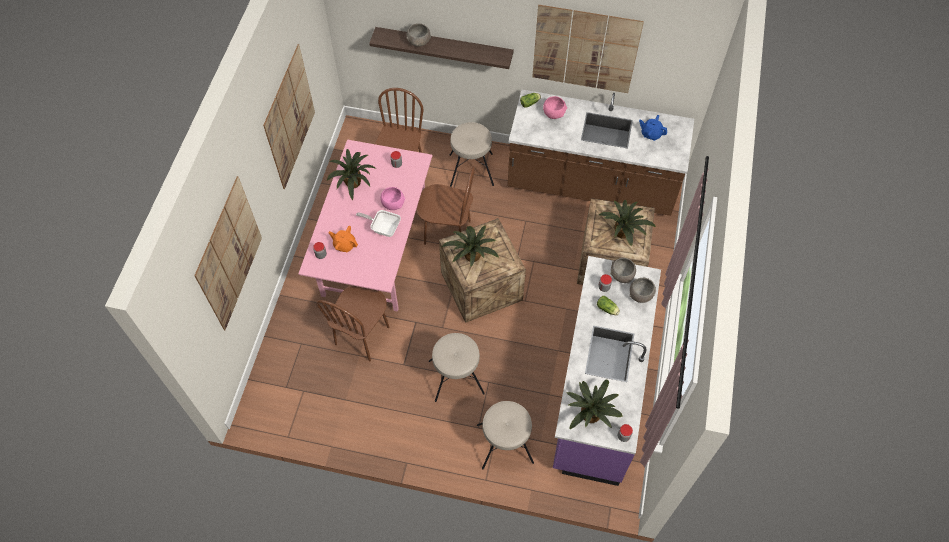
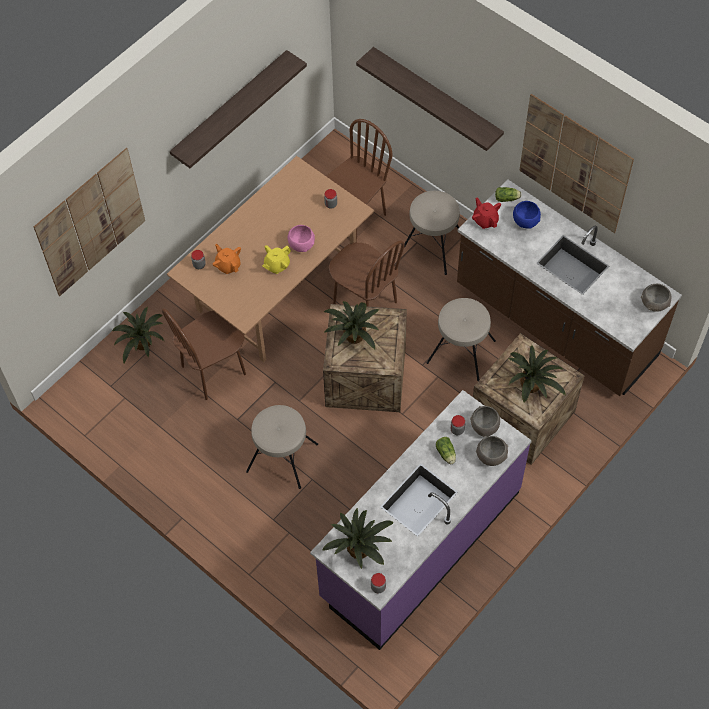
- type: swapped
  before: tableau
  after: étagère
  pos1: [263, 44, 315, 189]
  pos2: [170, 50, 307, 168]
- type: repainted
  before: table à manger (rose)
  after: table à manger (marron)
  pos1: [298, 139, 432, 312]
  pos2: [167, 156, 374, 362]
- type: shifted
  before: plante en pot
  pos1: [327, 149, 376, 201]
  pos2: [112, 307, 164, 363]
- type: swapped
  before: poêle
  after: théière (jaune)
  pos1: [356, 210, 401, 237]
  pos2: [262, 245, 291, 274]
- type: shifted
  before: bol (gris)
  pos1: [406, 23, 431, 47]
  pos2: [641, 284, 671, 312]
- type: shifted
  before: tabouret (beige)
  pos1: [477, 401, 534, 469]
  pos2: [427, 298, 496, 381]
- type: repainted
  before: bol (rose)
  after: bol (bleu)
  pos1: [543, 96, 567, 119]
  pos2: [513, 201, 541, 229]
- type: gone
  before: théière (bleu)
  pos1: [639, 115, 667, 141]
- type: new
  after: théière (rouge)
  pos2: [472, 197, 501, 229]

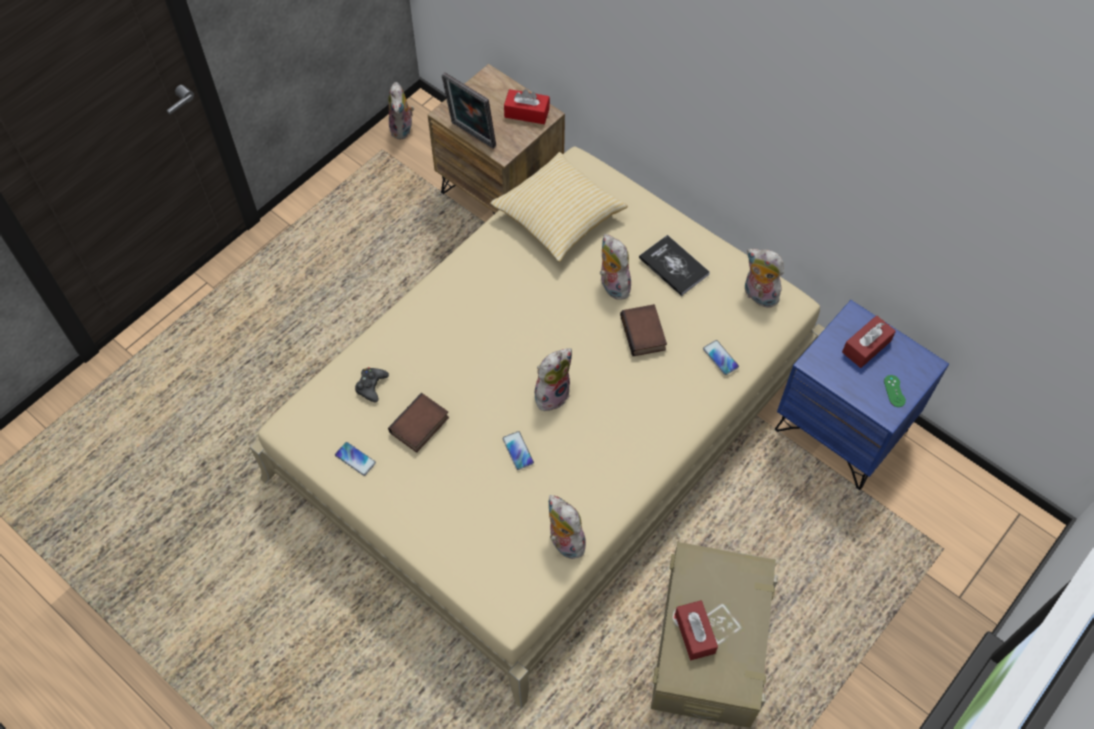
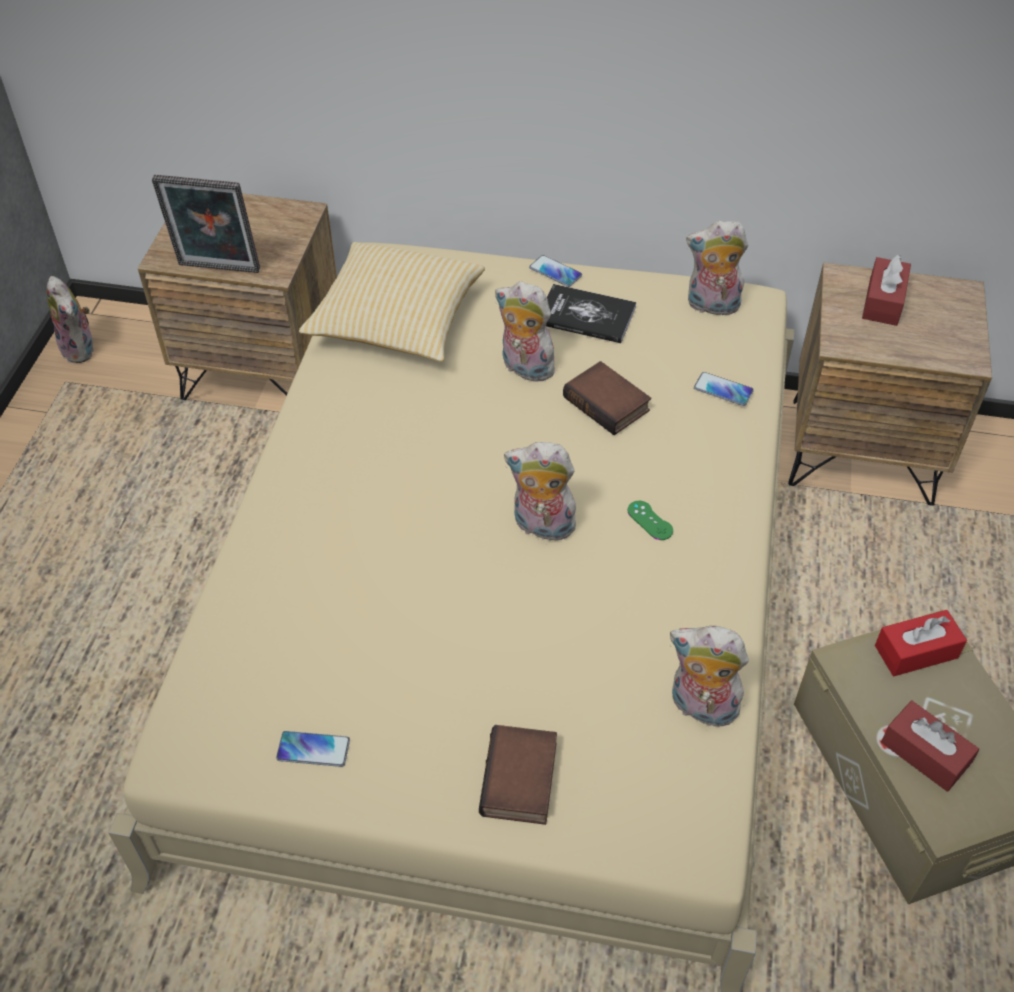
- type: gone
  before: manette (noir)
  pos1: [355, 367, 389, 403]
- type: shifted
  before: livre
  pos1: [388, 393, 449, 453]
  pos2: [479, 725, 557, 825]
- type: shifted
  before: téléphone
  pos1: [503, 431, 534, 470]
  pos2: [529, 255, 582, 287]
- type: shifted
  before: boîte à mouchoirs (rouge)
  pos1: [504, 89, 550, 124]
  pos2: [875, 610, 967, 676]
- type: rotated
  before: peluche
  pos1: [535, 348, 572, 411]
  pos2: [504, 442, 582, 541]
  turn: -90
- type: repainted
  before: table de chevet (bleu)
  after: table de chevet (marron)
  pos1: [775, 300, 949, 490]
  pos2: [789, 263, 992, 506]
- type: shifted
  before: manette (vert)
  pos1: [884, 375, 906, 407]
  pos2: [628, 501, 673, 540]

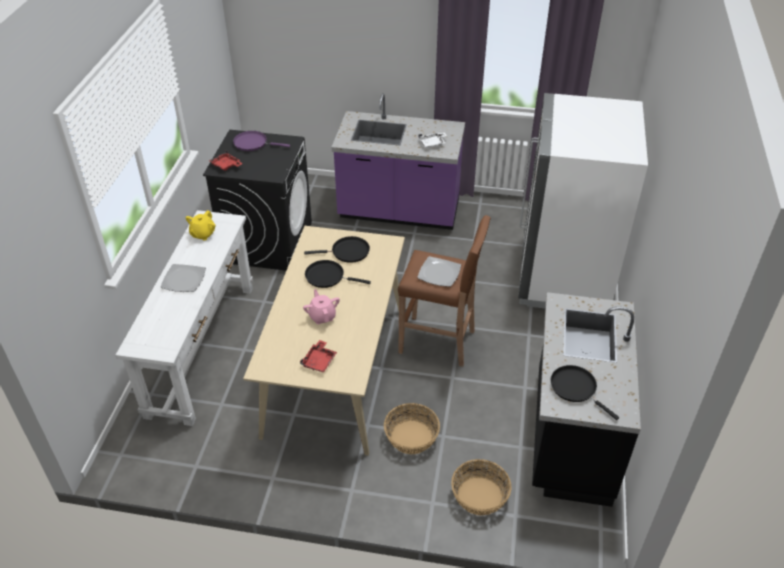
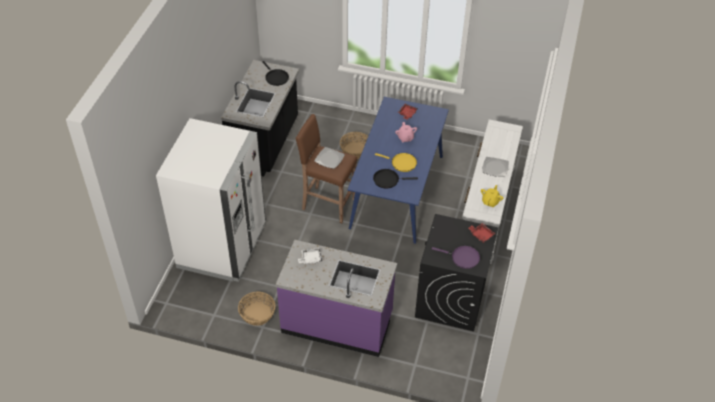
- type: repainted
  before: table à manger (beige)
  after: table à manger (bleu)
  pos1: [243, 226, 405, 456]
  pos2: [347, 97, 449, 244]
- type: repainted
  before: poêle (noir)
  after: poêle (jaune)
  pos1: [305, 260, 371, 288]
  pos2: [375, 153, 417, 172]
- type: shifted
  before: panier
  pos1: [451, 459, 512, 516]
  pos2: [238, 292, 275, 326]

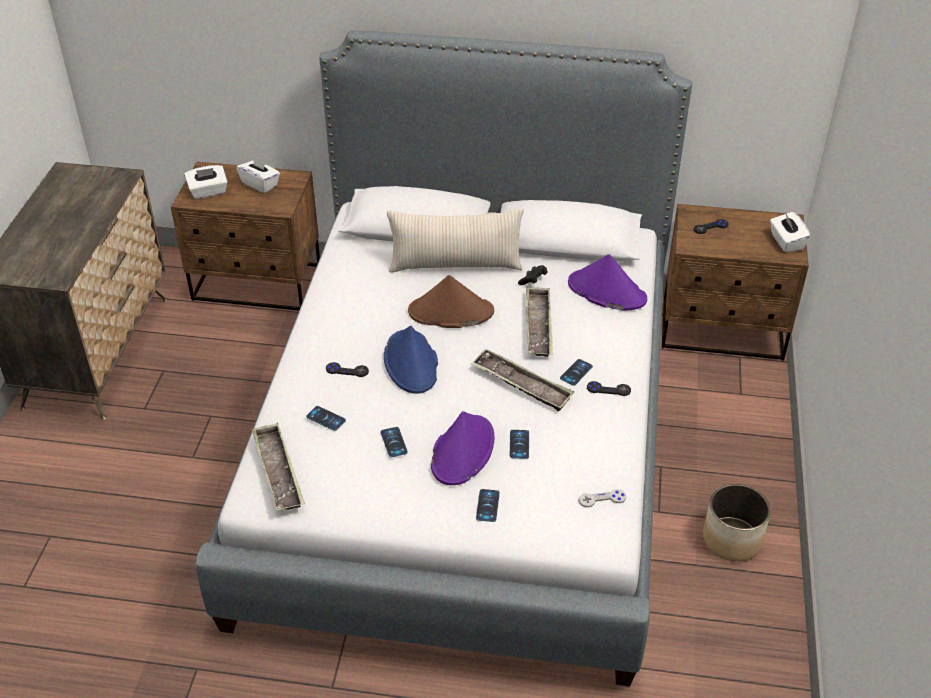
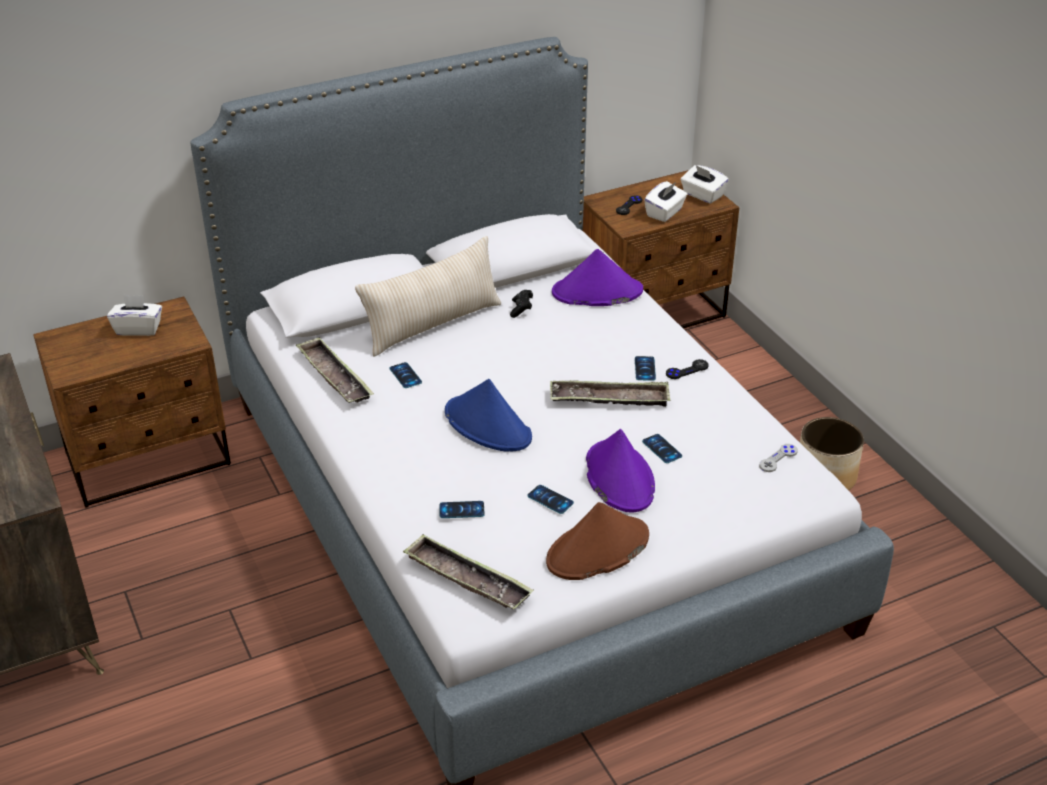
- type: shifted
  before: boîte à mouchoirs (blanc)
  pos1: [184, 165, 227, 199]
  pos2: [644, 181, 687, 222]
- type: gone
  before: manette (noir)
  pos1: [326, 362, 369, 377]
- type: shifted
  before: chapeau (marron)
  pos1: [408, 275, 494, 328]
  pos2: [546, 502, 649, 580]
- type: shifted
  before: téléphone
  pos1: [476, 489, 500, 522]
  pos2: [390, 362, 422, 388]
- type: shifted
  before: plateau
  pos1: [526, 287, 553, 357]
  pos2: [296, 337, 374, 403]

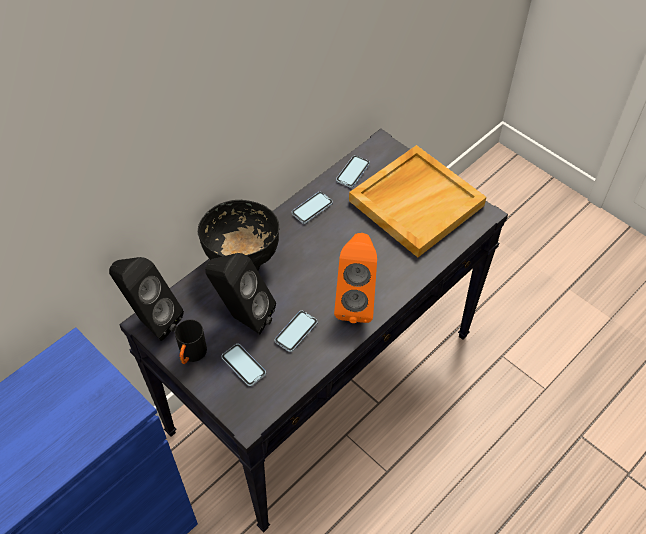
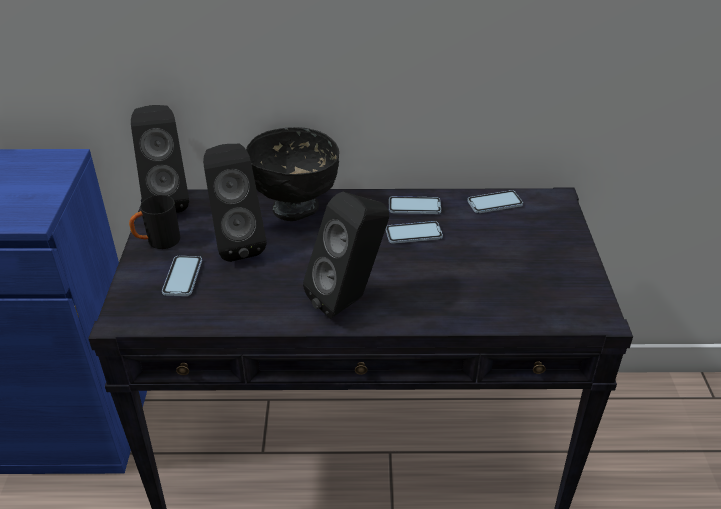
- type: shifted
  before: téléphone
  pos1: [275, 311, 318, 352]
  pos2: [386, 221, 443, 244]
- type: repainted
  before: enceinte (orange)
  after: enceinte (noir)
  pos1: [334, 233, 377, 323]
  pos2: [303, 192, 389, 319]
- type: gone
  before: plateau (beige)
  pos1: [349, 145, 486, 258]

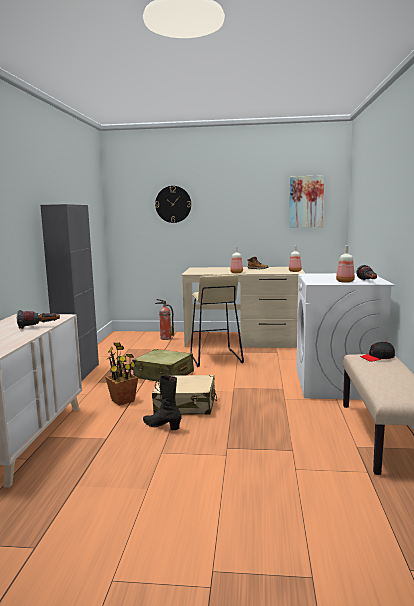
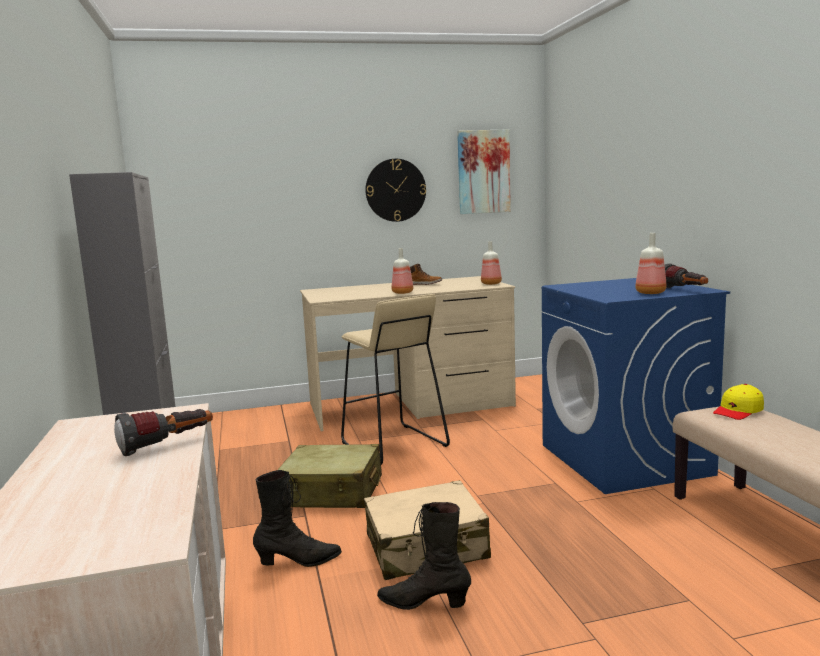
- type: swapped
  before: plante en pot
  after: botte (noir)
  pos1: [105, 343, 138, 406]
  pos2: [253, 470, 342, 567]
- type: shifted
  before: horloge murale
  pos1: [155, 186, 191, 223]
  pos2: [365, 159, 426, 222]
- type: gone
  before: extincteur
  pos1: [155, 299, 174, 340]
- type: repainted
  before: lave-linge (blanc)
  after: lave-linge (bleu)
  pos1: [296, 273, 394, 400]
  pos2: [542, 278, 730, 494]
- type: repainted
  before: casquette (noir)
  after: casquette (jaune)
  pos1: [360, 341, 395, 362]
  pos2: [713, 384, 764, 420]

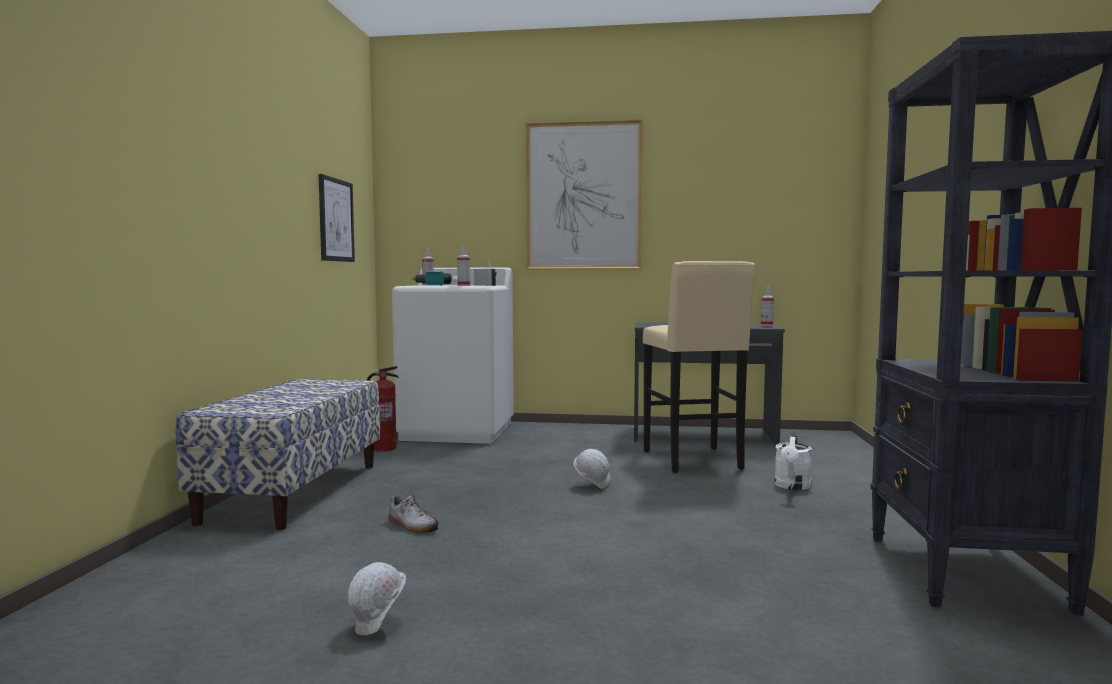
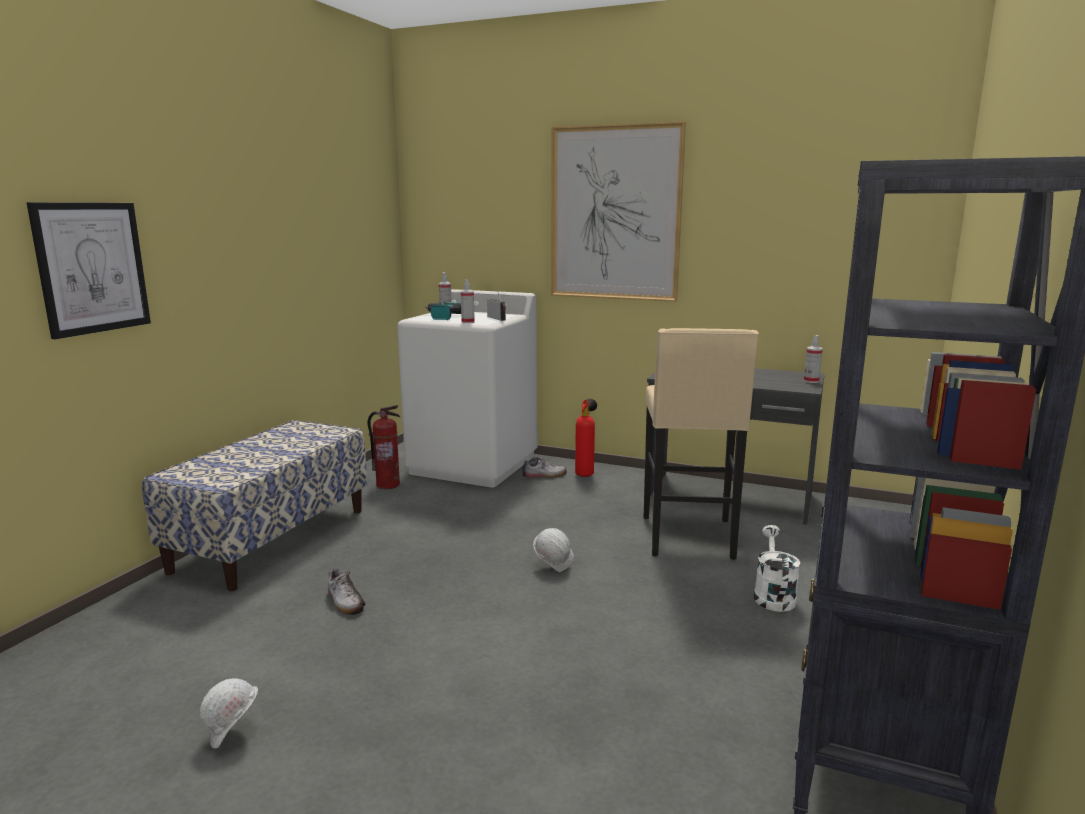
- type: shifted
  before: tableau
  pos1: [319, 174, 355, 262]
  pos2: [27, 202, 151, 339]
- type: rotated
  before: arrosoir (blanc)
  pos1: [774, 433, 812, 490]
  pos2: [754, 525, 800, 612]
  turn: 150
- type: new
  after: chaussure
  pos2: [522, 457, 567, 478]
- type: new
  after: extincteur
  pos2: [575, 399, 597, 477]

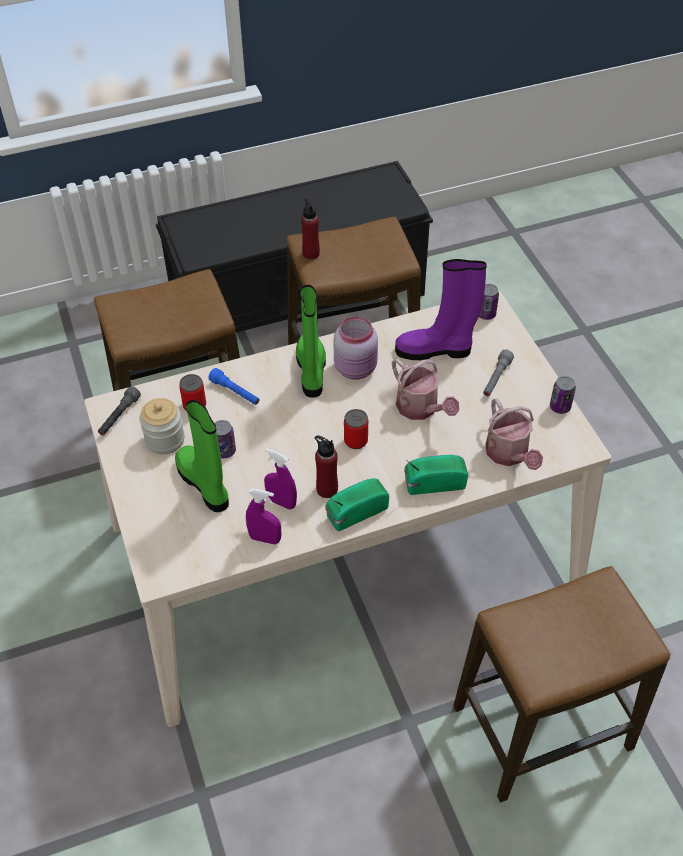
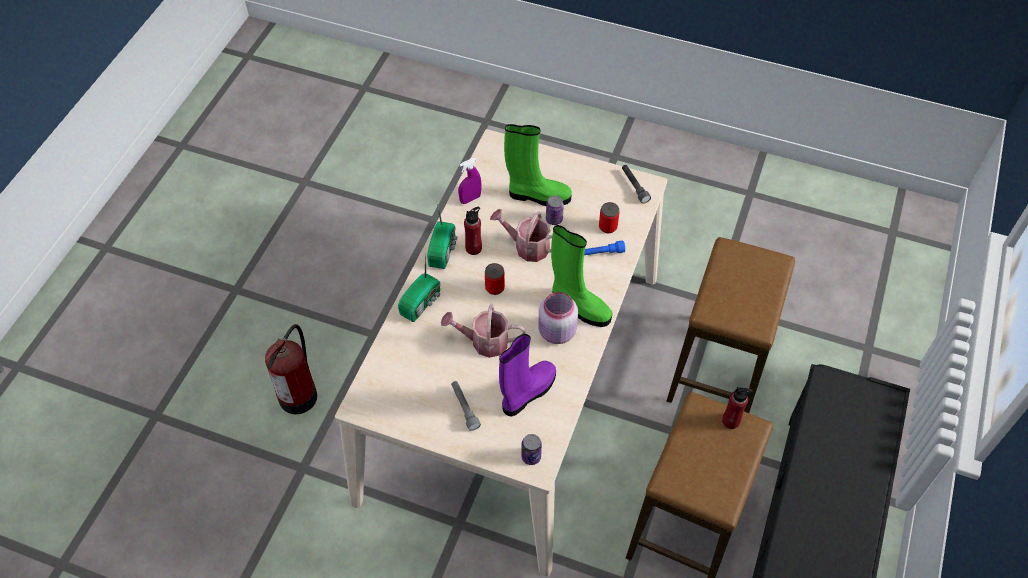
- type: gone
  before: bocal
  pos1: [140, 398, 185, 454]
- type: gone
  before: vaporisateur (violet)
  pos1: [264, 448, 297, 510]
- type: swapped
  before: tabouret
  after: extincteur
  pos1: [453, 566, 670, 803]
  pos2: [265, 324, 317, 414]
- type: shifted
  before: arrosoir
  pos1: [486, 398, 543, 470]
  pos2: [490, 209, 552, 262]
- type: gone
  before: boîte métallique
  pos1: [550, 376, 576, 414]

